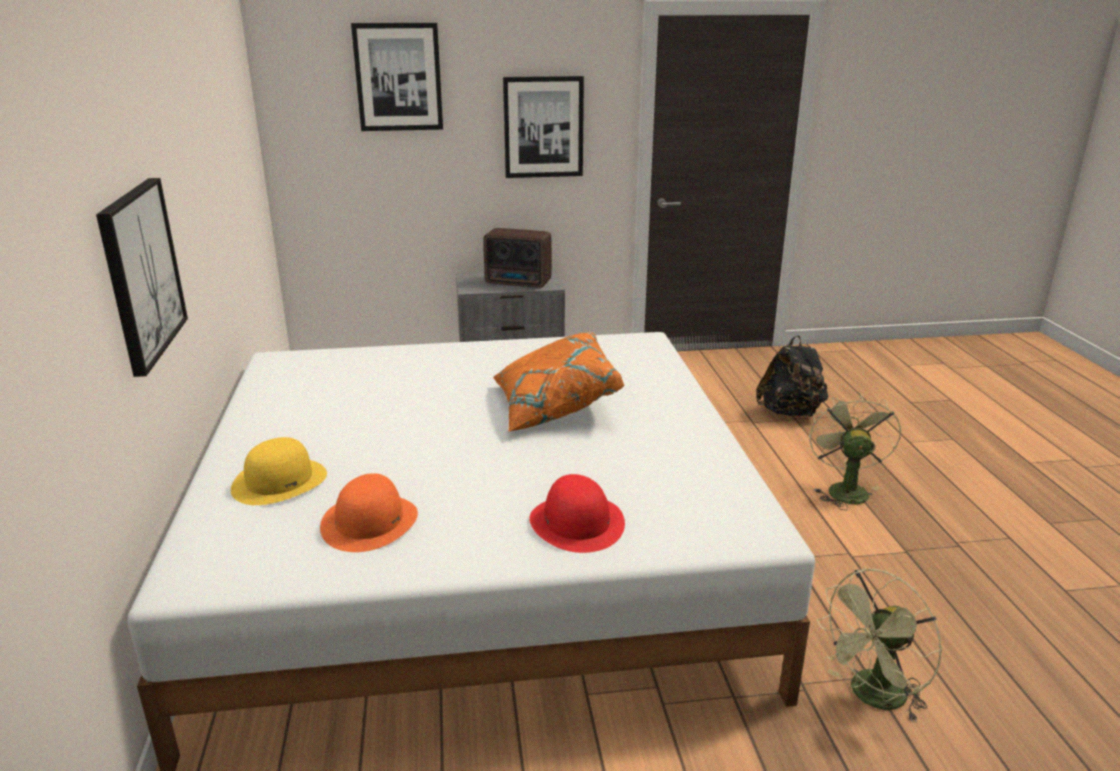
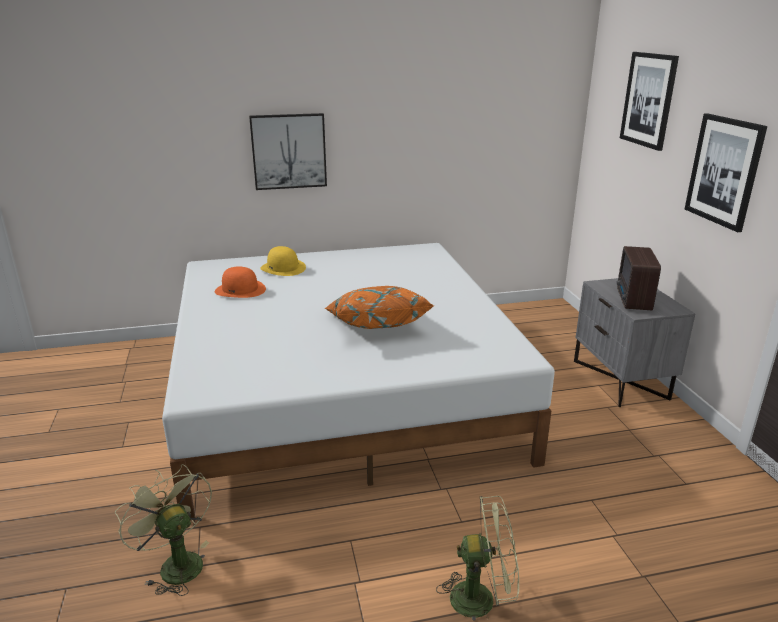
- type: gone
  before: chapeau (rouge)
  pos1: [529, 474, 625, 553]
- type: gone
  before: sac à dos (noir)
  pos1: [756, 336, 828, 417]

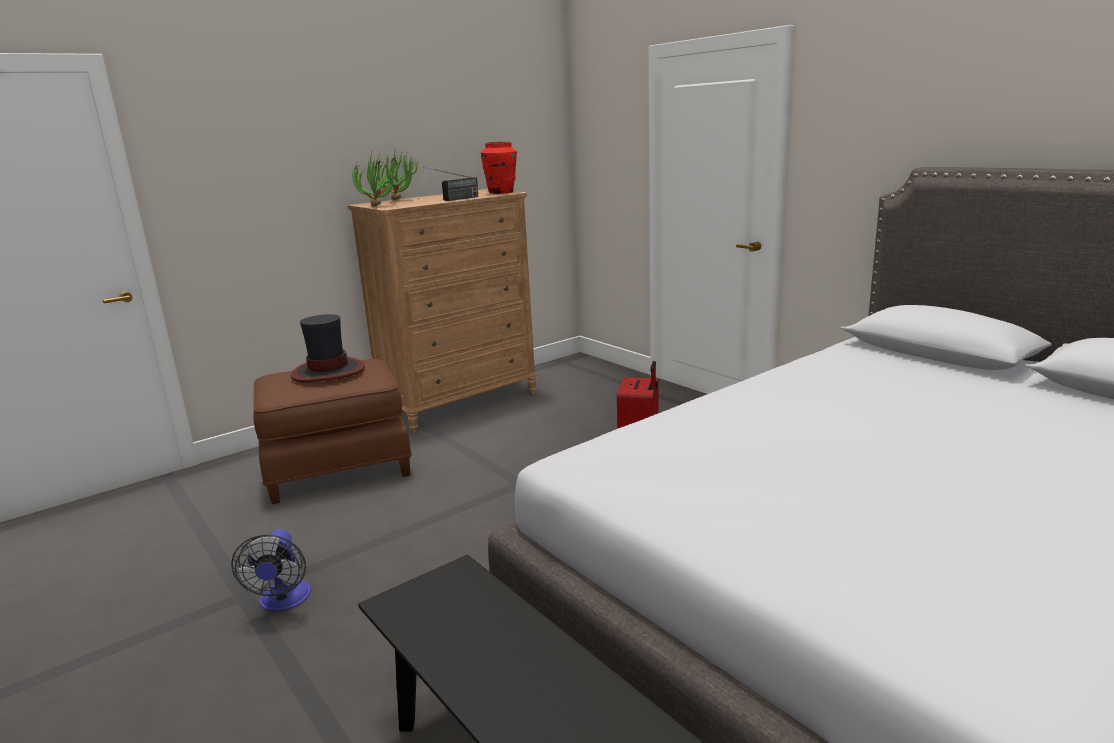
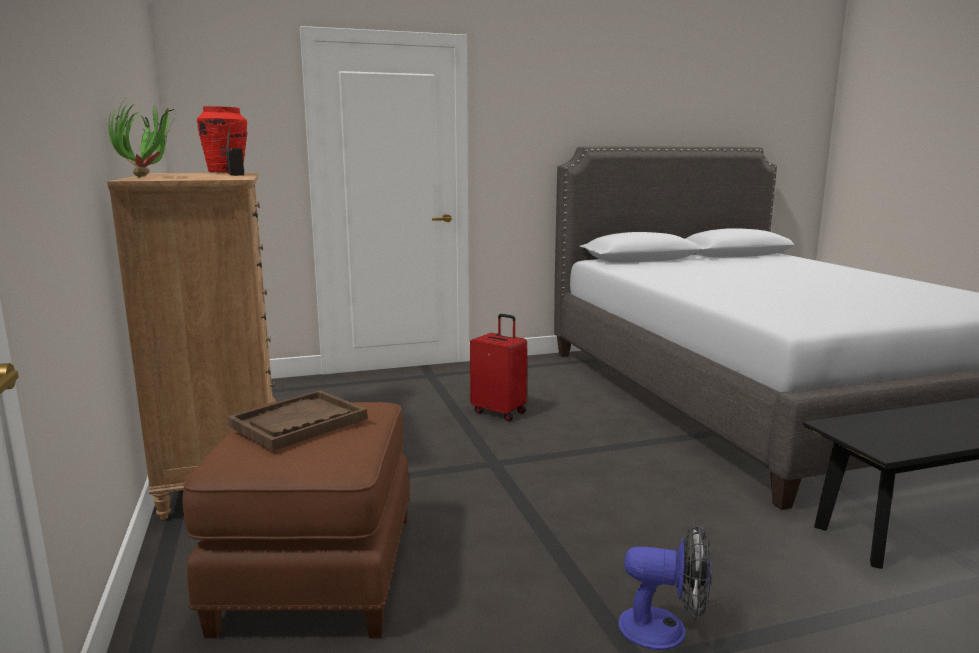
- type: swapped
  before: chapeau
  after: plateau (marron)
  pos1: [291, 314, 365, 382]
  pos2: [228, 390, 367, 451]
- type: gone
  before: plante en pot
  pos1: [352, 153, 397, 207]

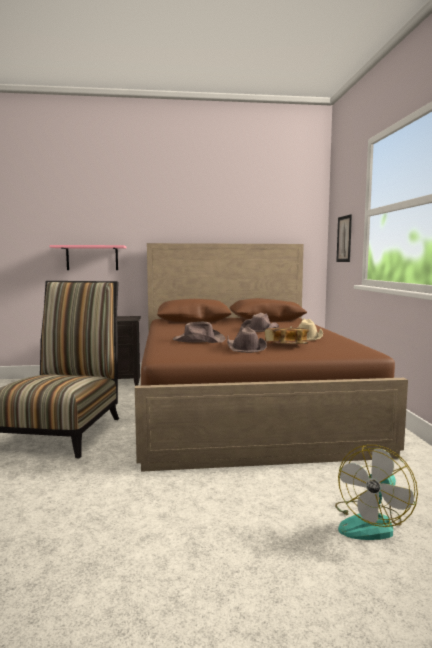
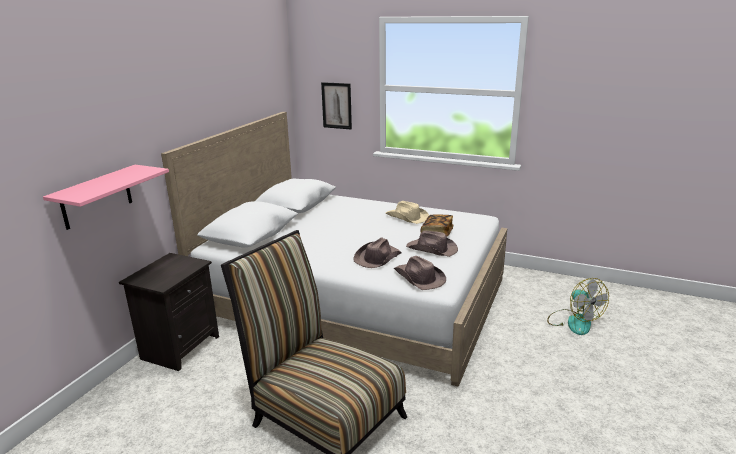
- type: repainted
  before: lit (marron)
  after: lit (blanc)
  pos1: [135, 243, 408, 472]
  pos2: [161, 112, 507, 387]
- type: shifted
  before: chapeau (marron)
  pos1: [241, 313, 279, 332]
  pos2: [394, 256, 446, 290]

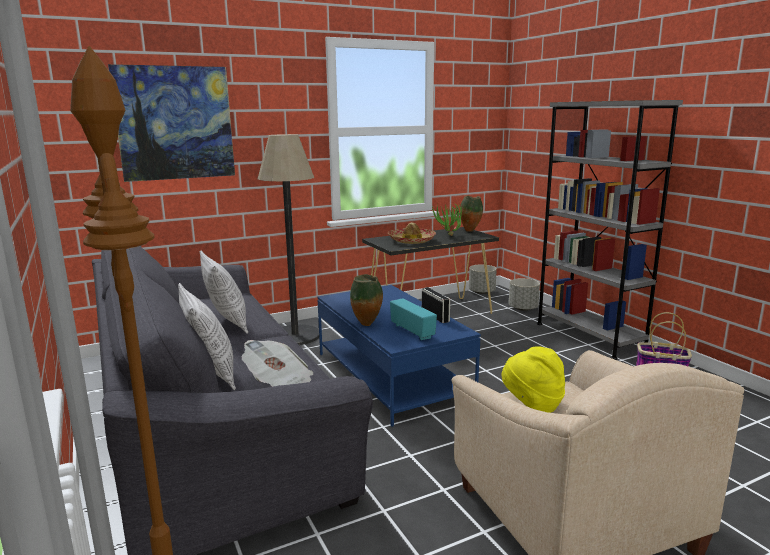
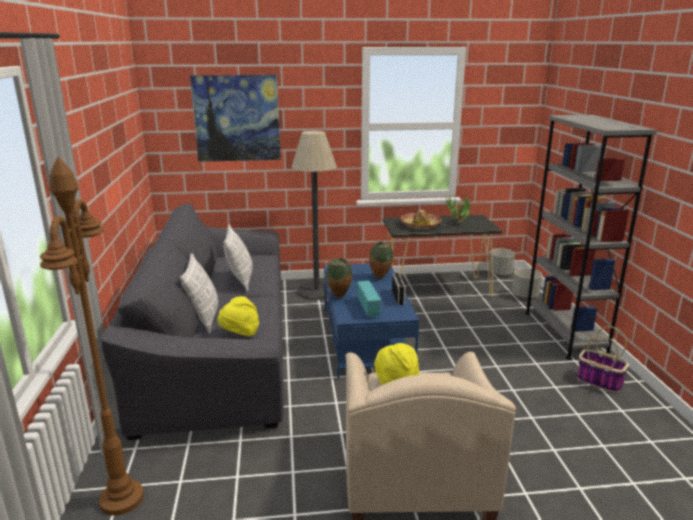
- type: swapped
  before: journal
  after: chapeau (jaune)
  pos1: [241, 340, 314, 387]
  pos2: [217, 296, 259, 337]
- type: shifted
  before: vase
  pos1: [460, 195, 483, 232]
  pos2: [369, 241, 394, 279]

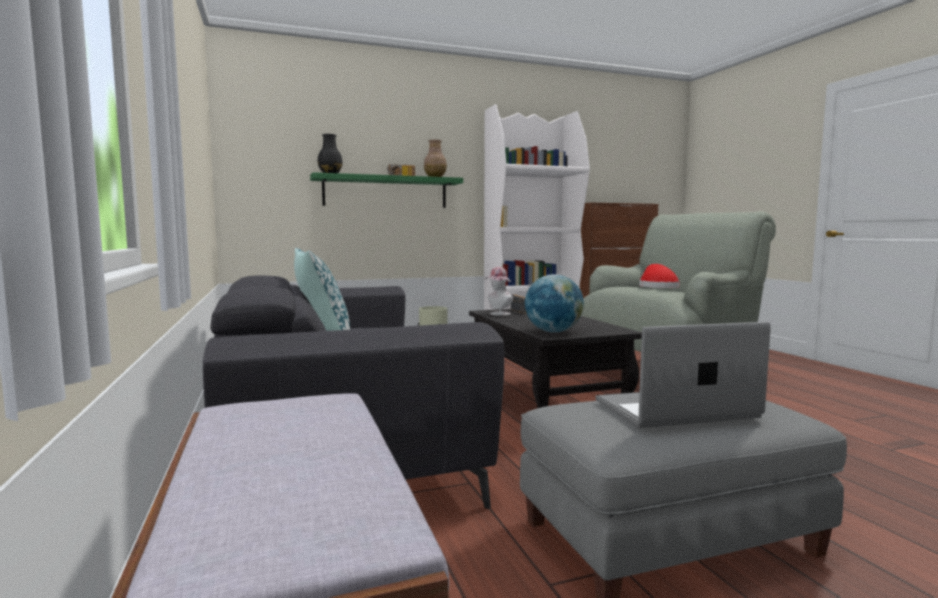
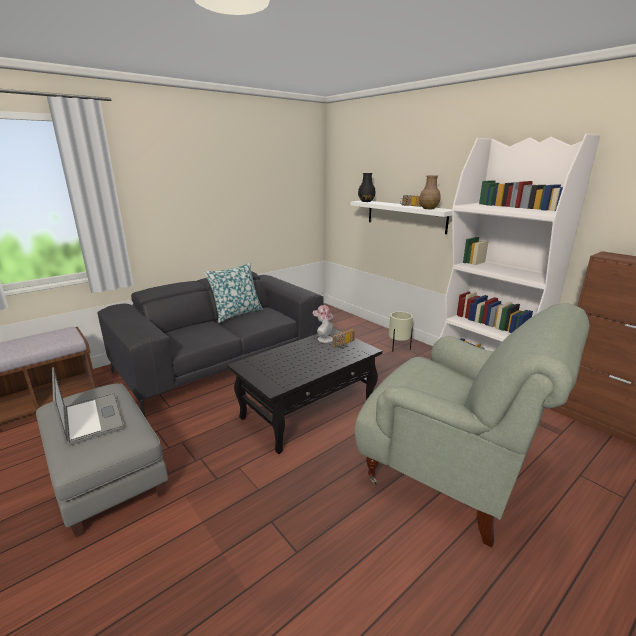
- type: repainted
  before: étagère (vert)
  after: étagère (blanc)
  pos1: [310, 172, 463, 208]
  pos2: [351, 201, 452, 234]
- type: gone
  before: globe
  pos1: [525, 274, 584, 333]
- type: gone
  before: chapeau (rouge)
  pos1: [639, 264, 680, 288]

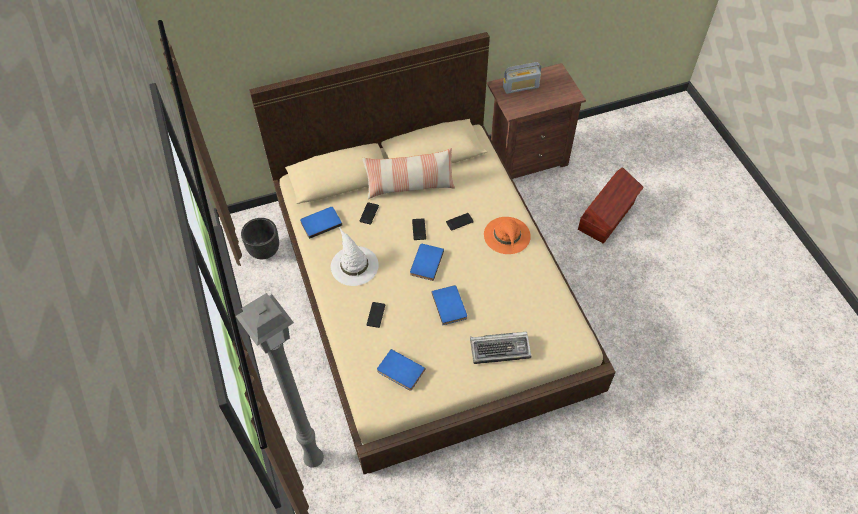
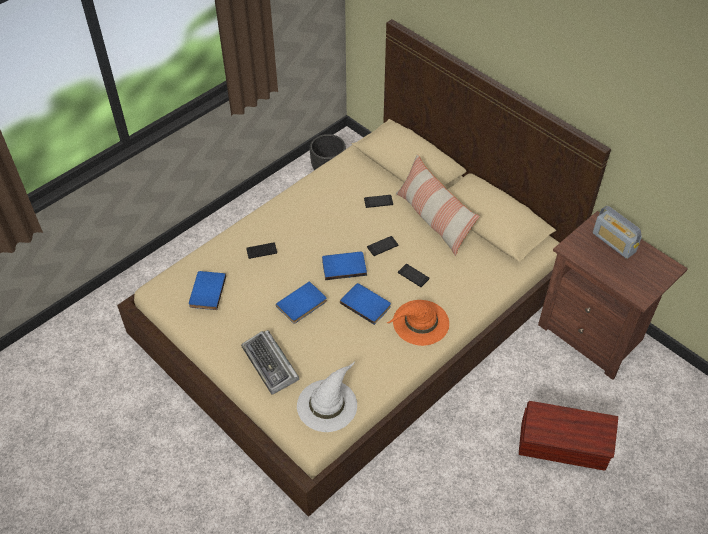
- type: gone
  before: lampadaire (gris)
  pos1: [236, 293, 324, 468]
- type: shifted
  before: livre (bleu)
  pos1: [300, 207, 342, 239]
  pos2: [340, 283, 391, 325]
- type: shifted
  before: chapeau (blanc)
  pos1: [331, 227, 379, 286]
  pos2: [297, 362, 357, 432]

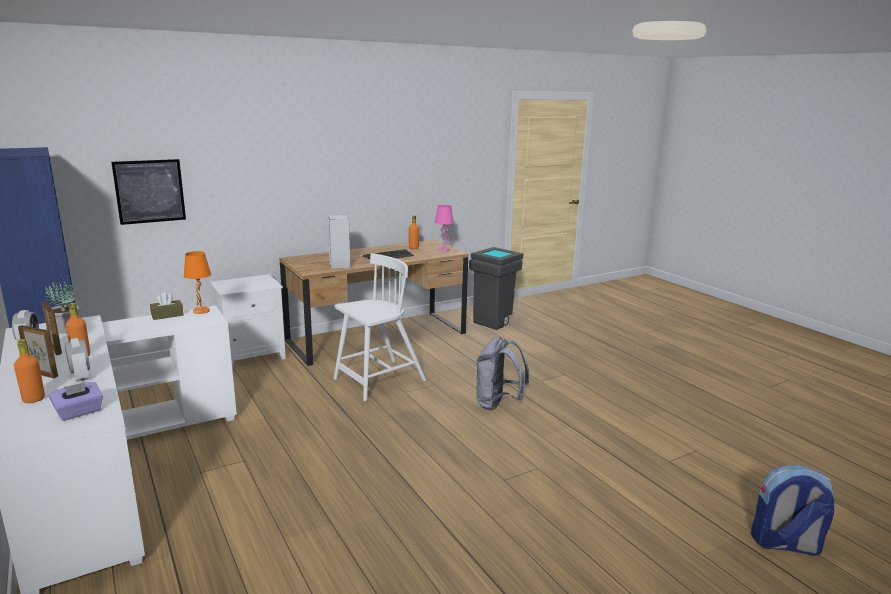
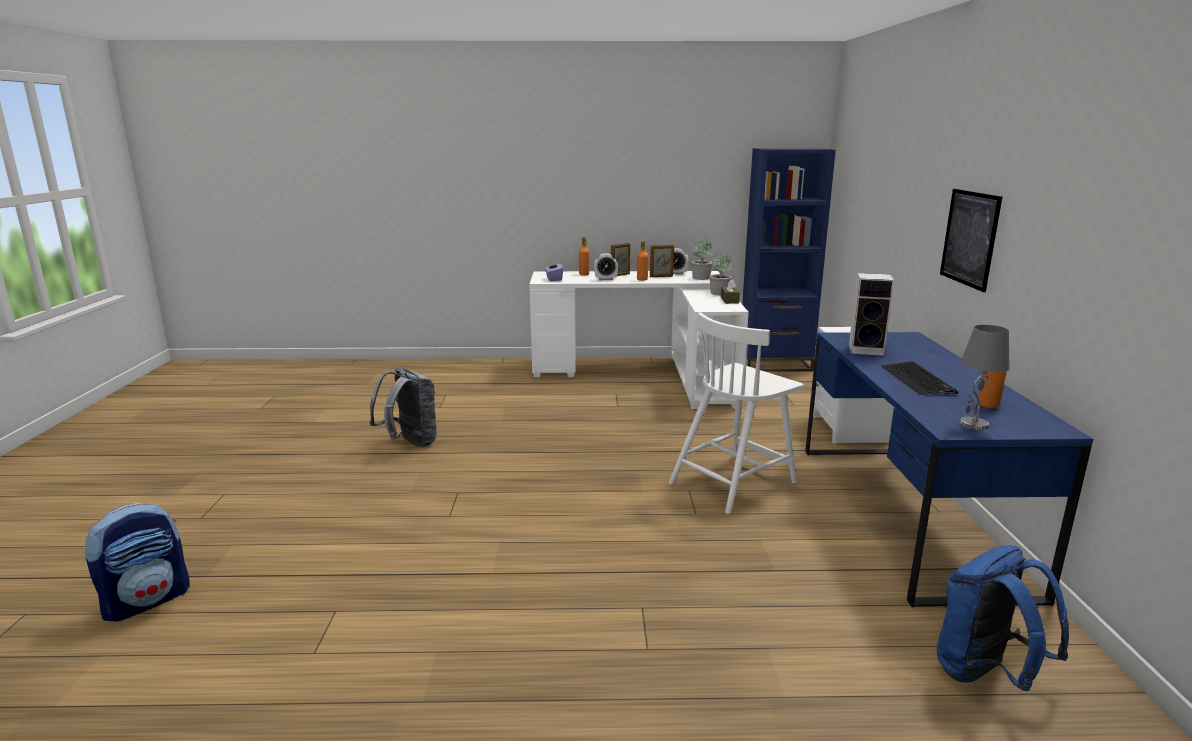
- type: shifted
  before: tableau
  pos1: [111, 159, 186, 225]
  pos2: [940, 189, 1002, 292]
- type: gone
  before: lampe de table (orange)
  pos1: [184, 251, 211, 314]
- type: repainted
  before: bureau (marron)
  after: bureau (bleu)
  pos1: [279, 240, 468, 366]
  pos2: [805, 332, 1093, 608]
- type: rotated
  before: chaise (blanc)
  pos1: [334, 253, 426, 401]
  pos2: [669, 312, 804, 514]
  turn: 60
- type: repainted
  before: lampe de table (rose)
  after: lampe de table (gris)
  pos1: [435, 205, 454, 252]
  pos2: [960, 325, 1010, 430]
- type: swapped
  before: poubelle (gris)
  after: sac à dos (bleu)
  pos1: [469, 247, 523, 330]
  pos2: [937, 545, 1069, 691]
- type: shifted
  before: sac à dos (gris)
  pos1: [476, 337, 529, 410]
  pos2: [370, 368, 437, 447]
- type: new
  after: plante en pot
  pos2: [710, 255, 732, 295]

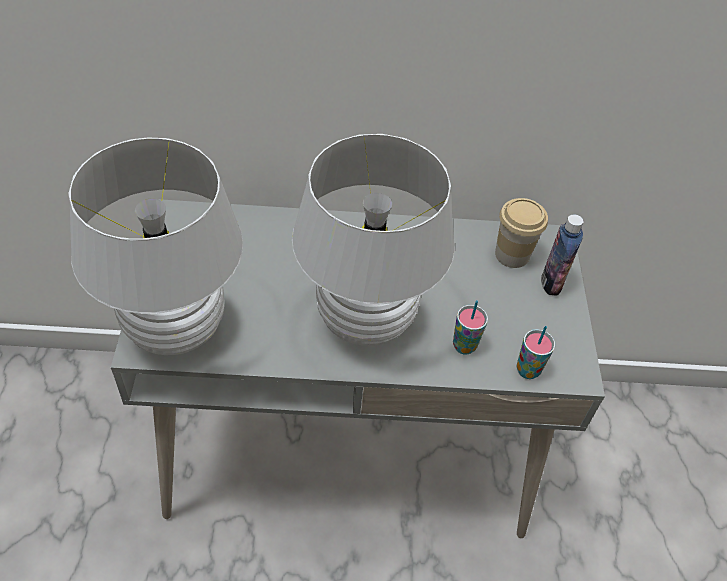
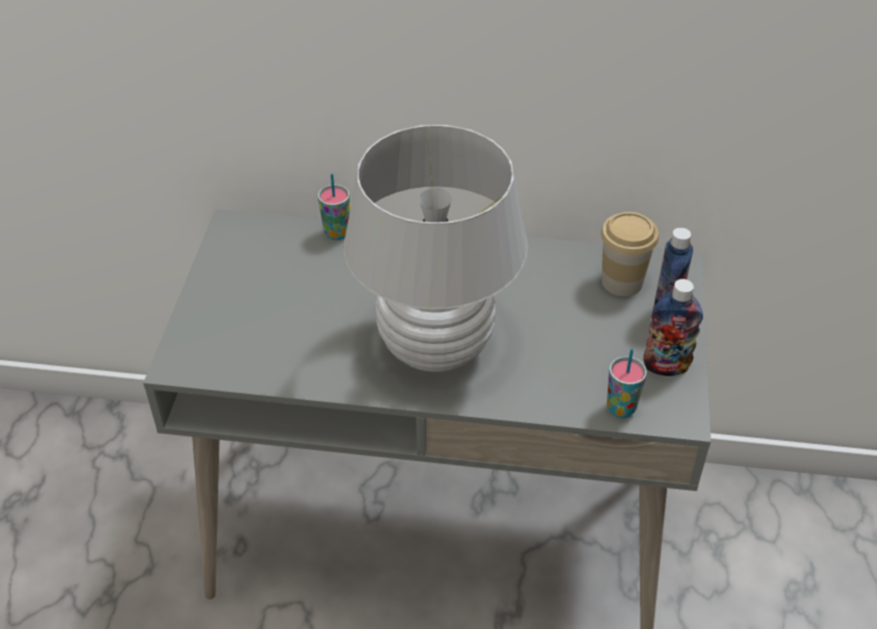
- type: gone
  before: lampe de table (blanc)
  pos1: [68, 137, 243, 355]
- type: shifted
  before: tasse
  pos1: [453, 300, 488, 355]
  pos2: [318, 174, 350, 240]
- type: new
  after: bouteille
  pos2: [643, 279, 703, 376]

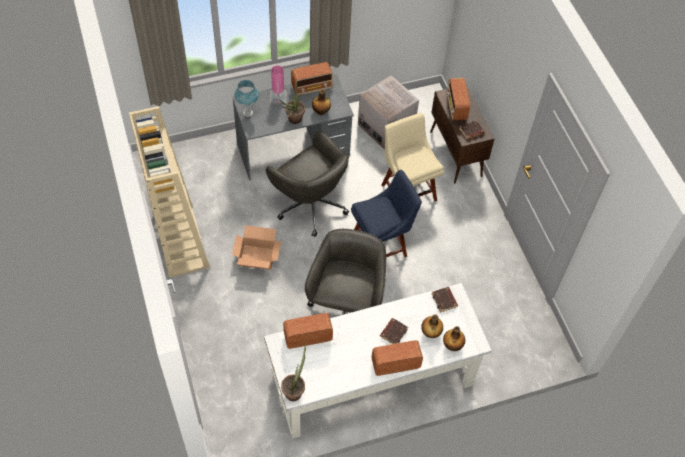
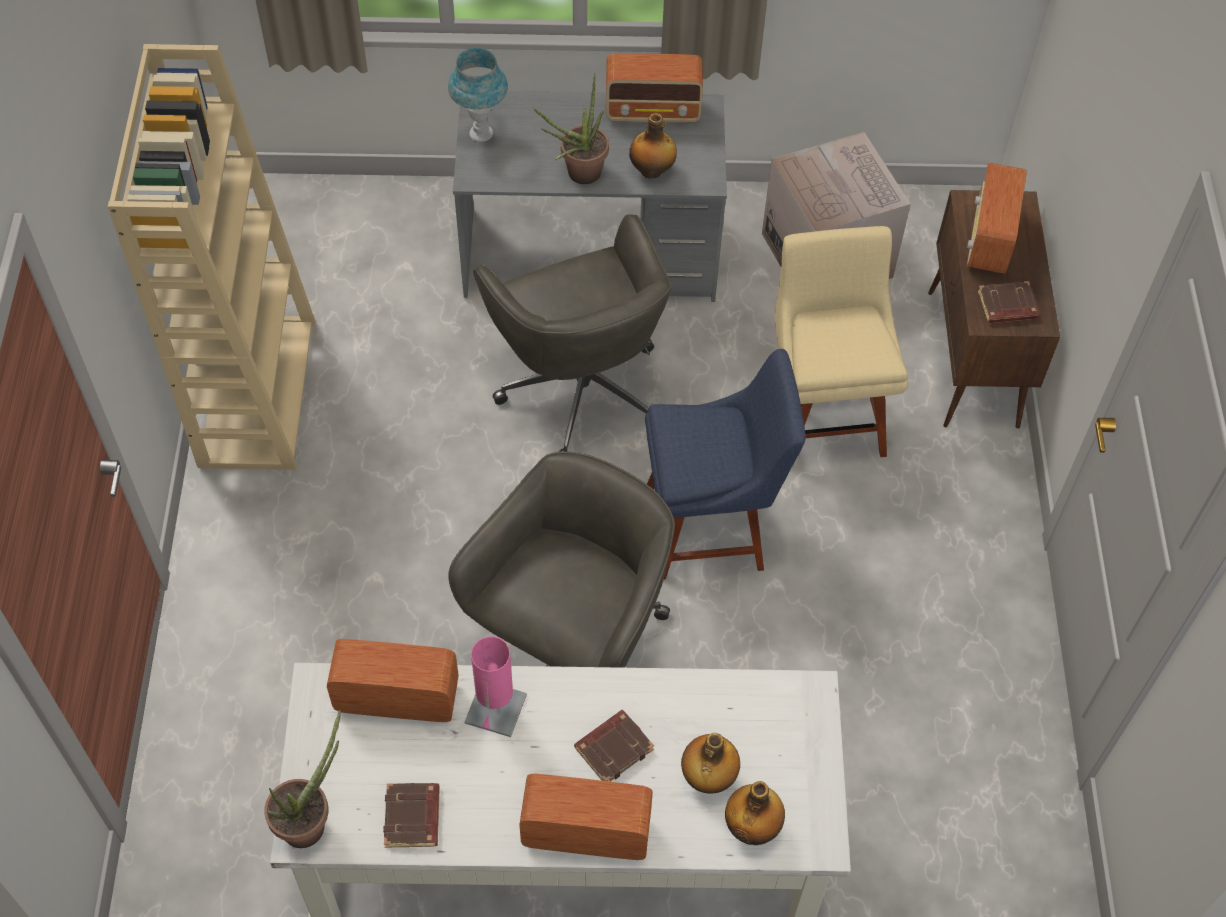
- type: gone
  before: carton
  pos1: [232, 225, 281, 270]
- type: shifted
  before: lampe de table (rose)
  pos1: [270, 65, 287, 104]
  pos2: [465, 637, 527, 737]
- type: shifted
  before: livre (marron)
  pos1: [431, 287, 458, 313]
  pos2: [383, 783, 440, 848]

